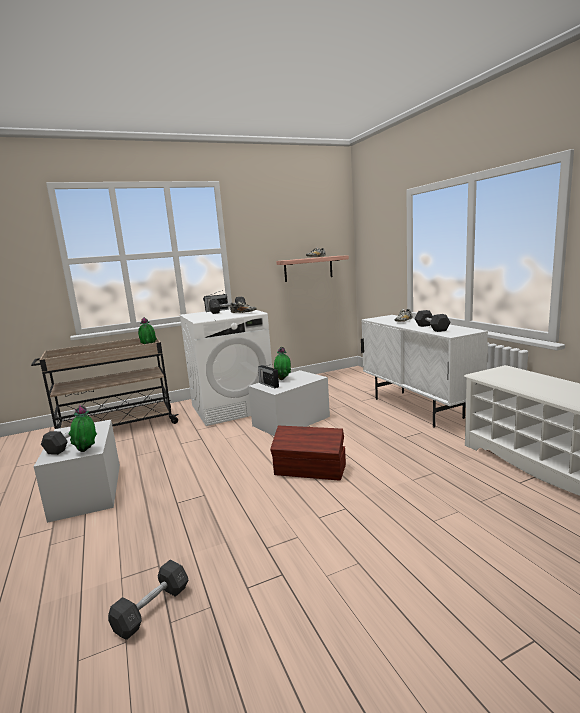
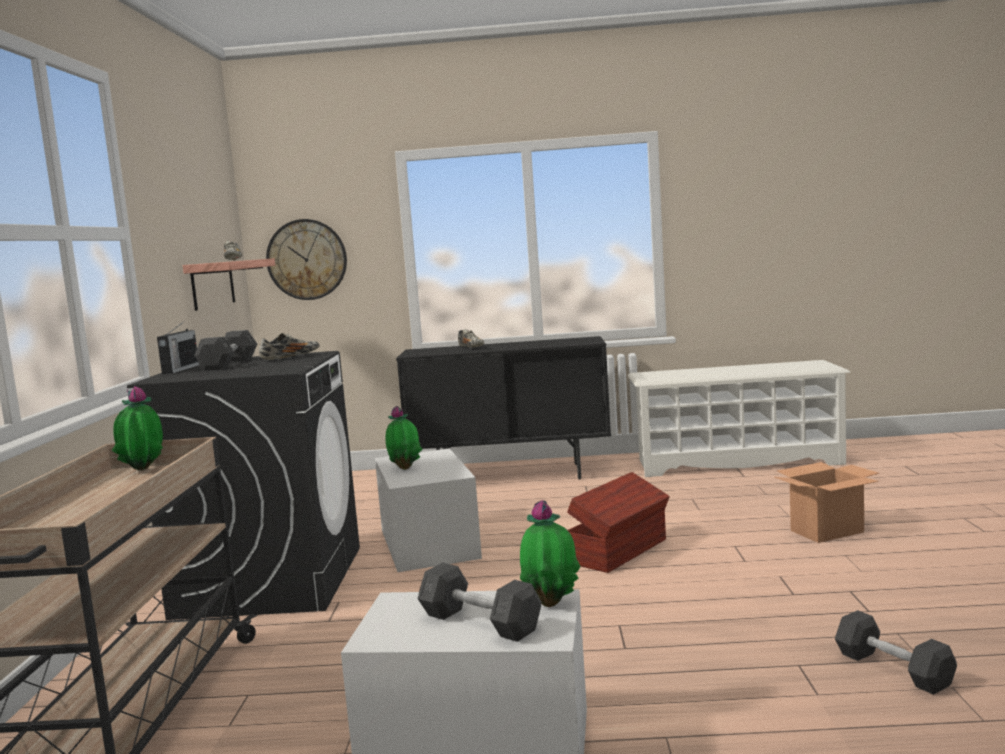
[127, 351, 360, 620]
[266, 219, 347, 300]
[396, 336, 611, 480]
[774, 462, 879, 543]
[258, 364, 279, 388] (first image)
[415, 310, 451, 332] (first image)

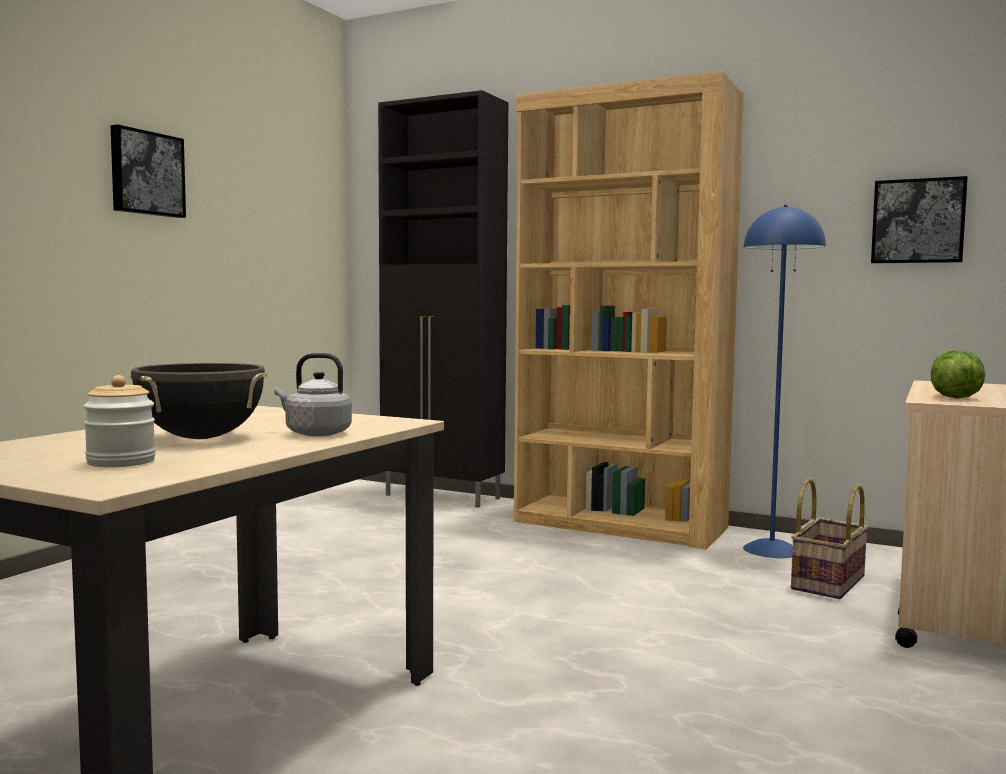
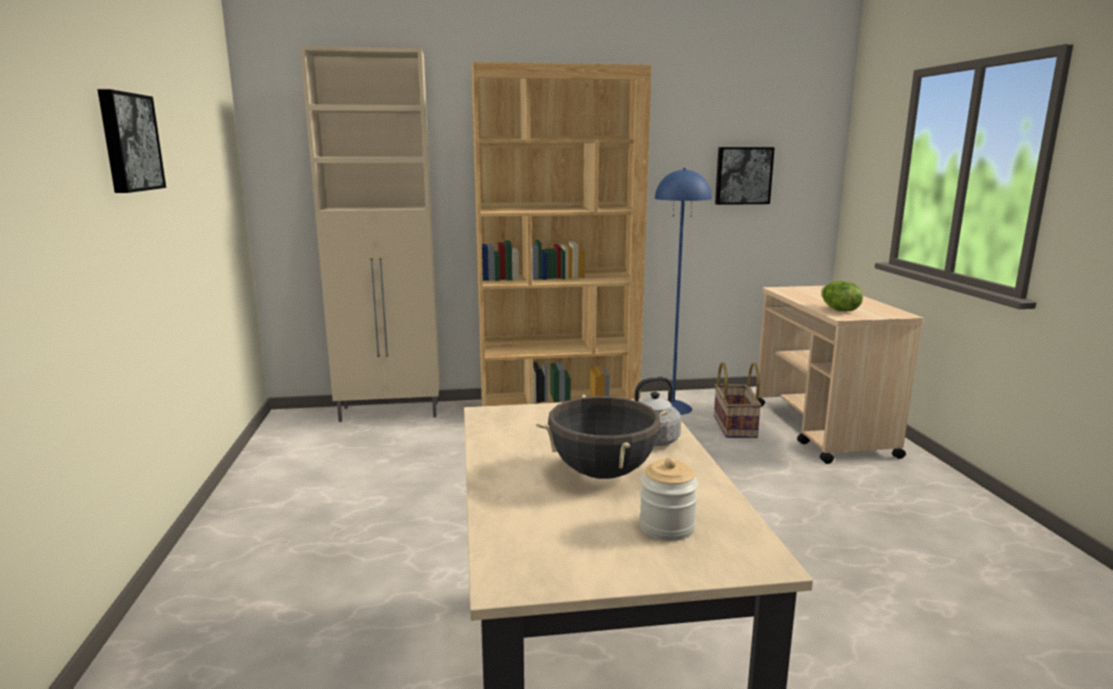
[300, 46, 440, 422]

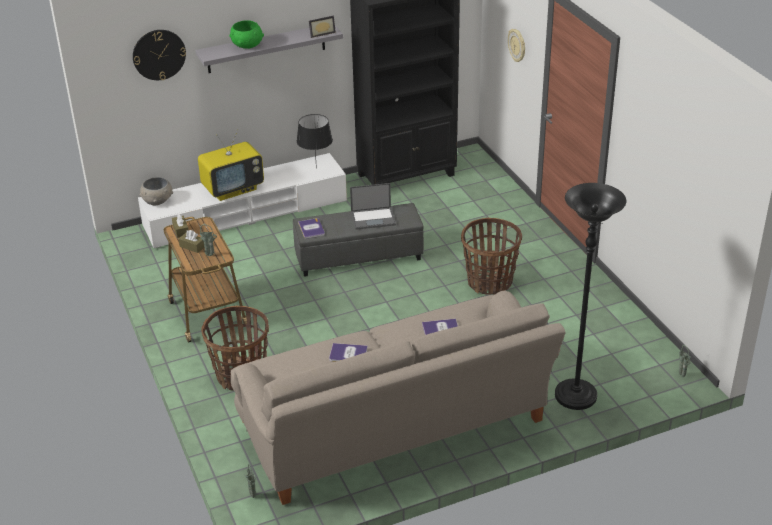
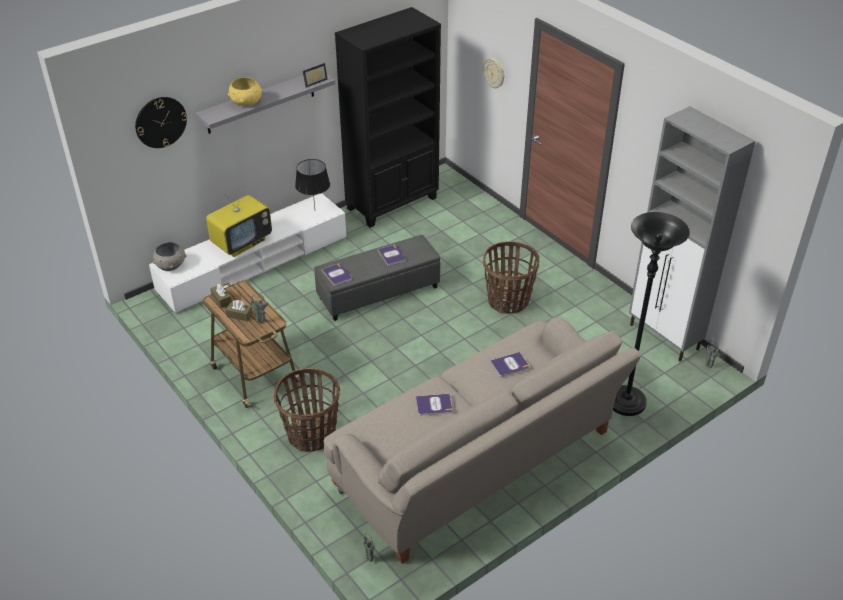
[228, 77, 263, 106]
[378, 245, 406, 266]
[629, 106, 755, 362]

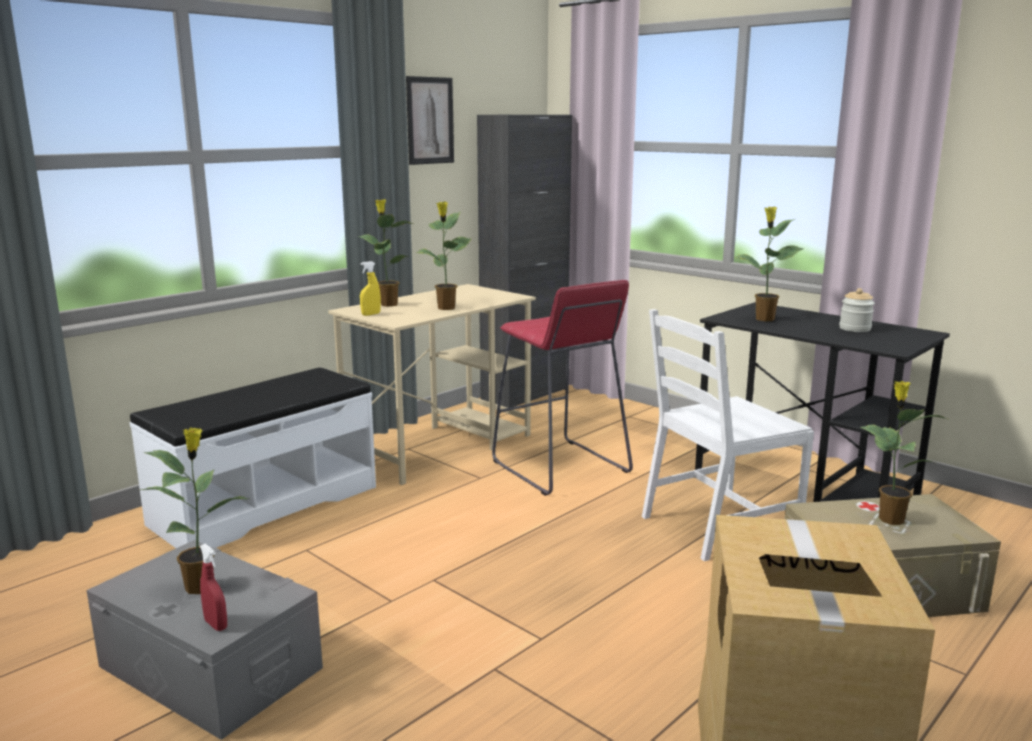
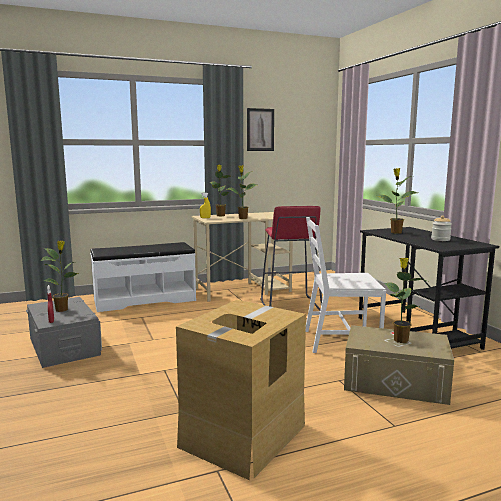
[477, 115, 572, 408] (first image)

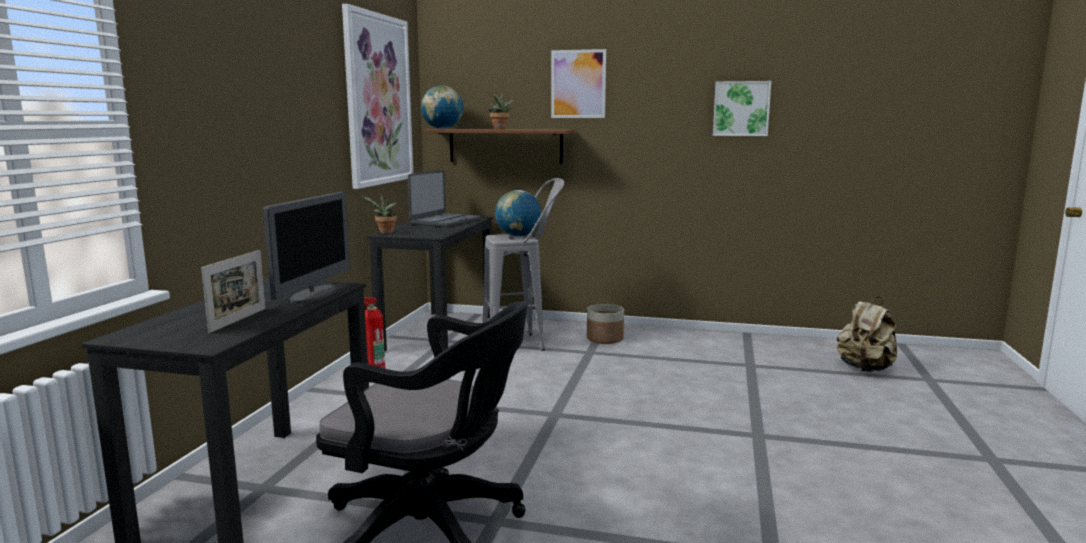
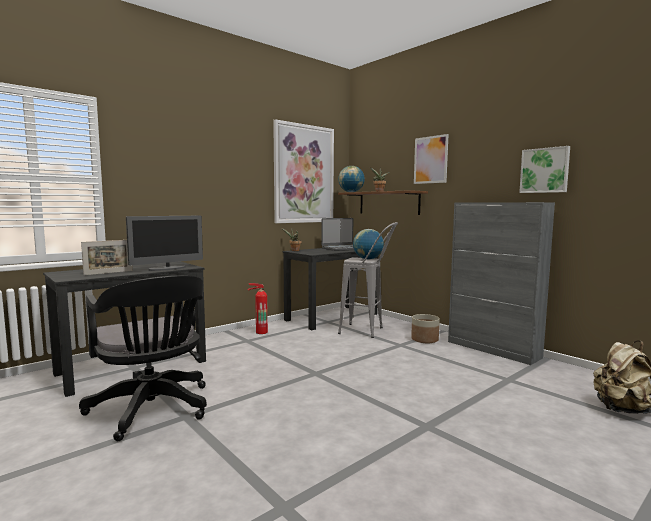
[448, 202, 555, 365]

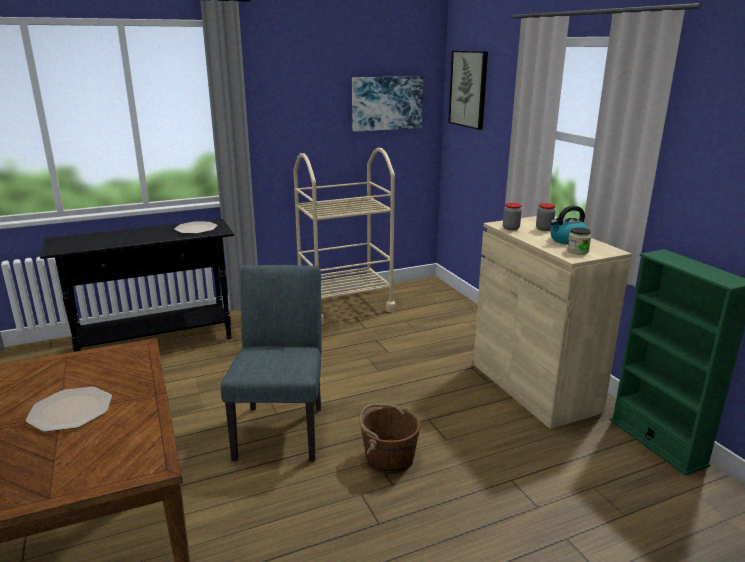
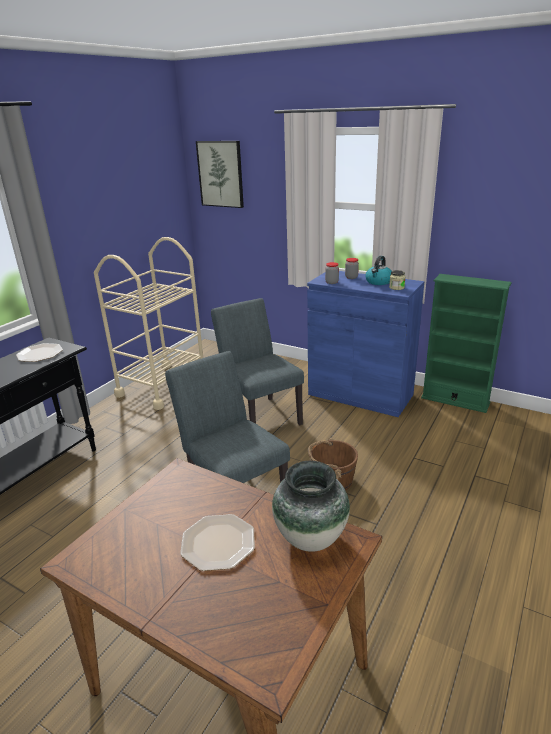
[211, 298, 304, 425]
[272, 461, 350, 552]
[307, 271, 424, 417]
[352, 76, 423, 132] (first image)

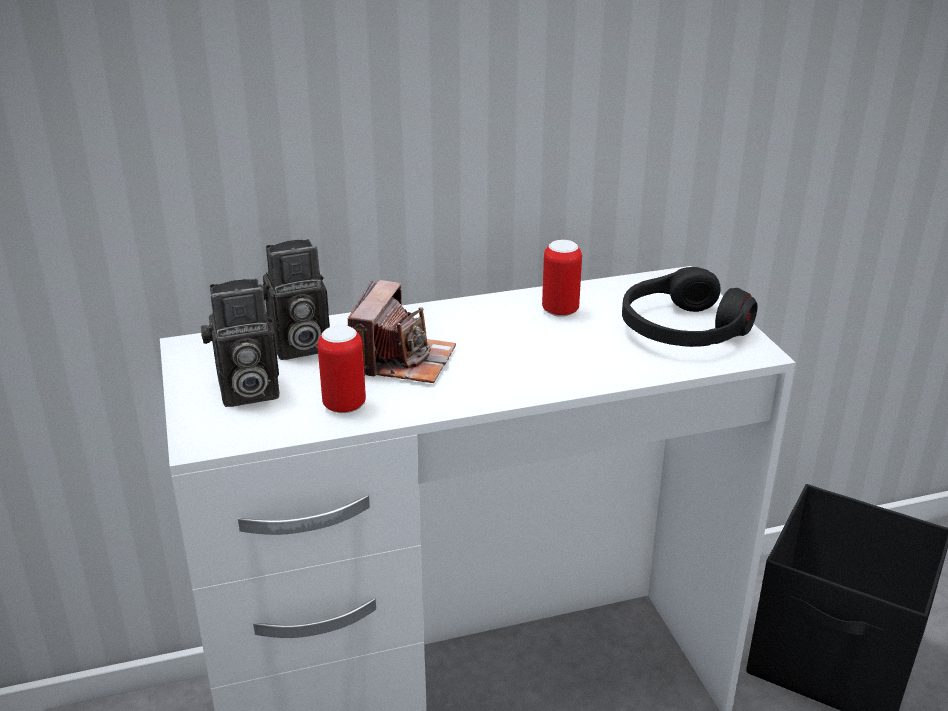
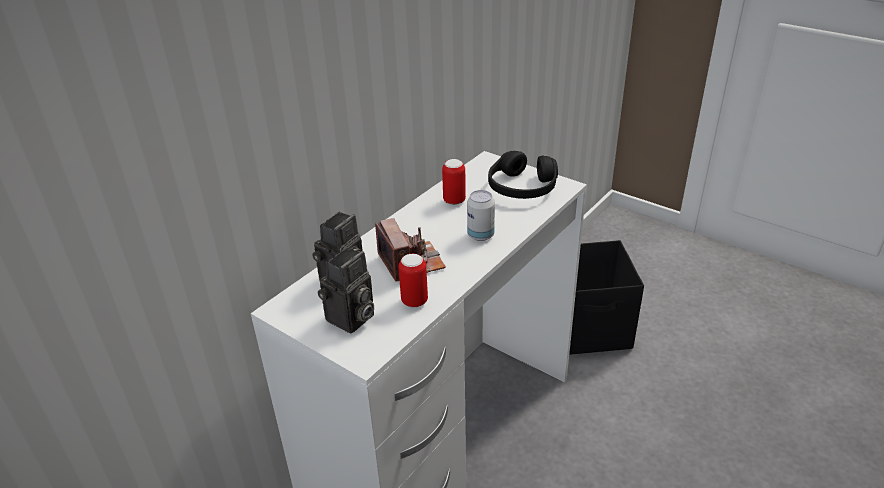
[467, 190, 495, 241]

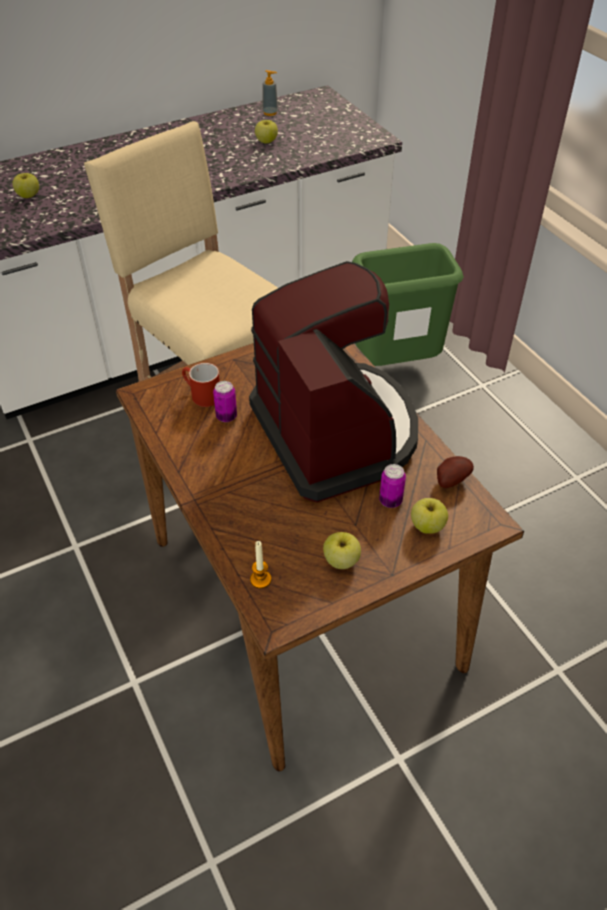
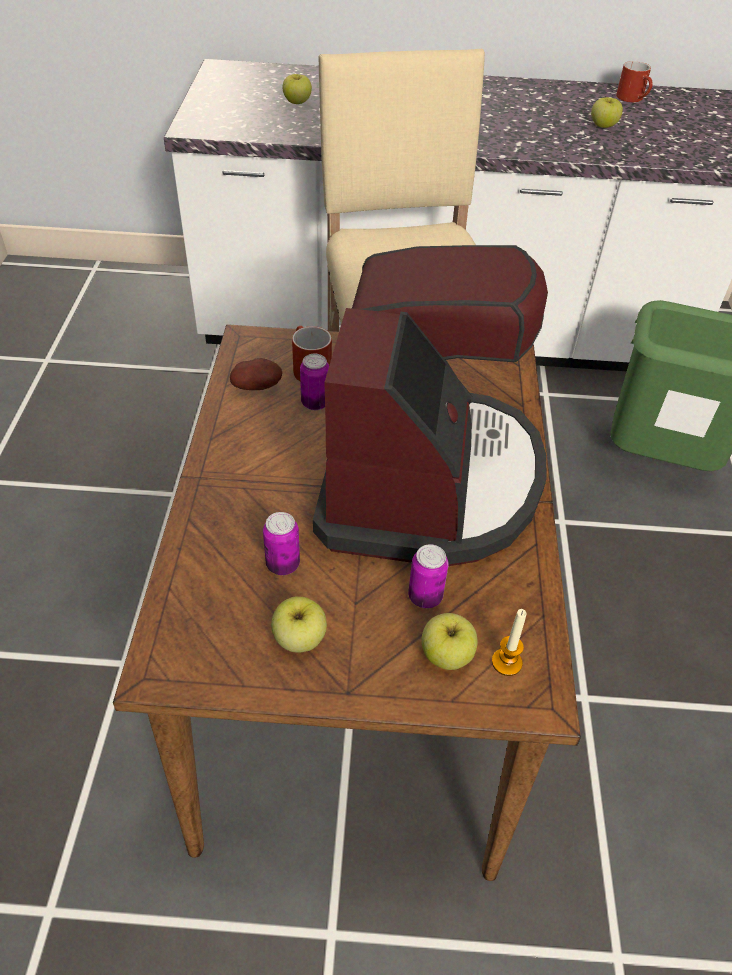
[230, 358, 282, 390]
[263, 512, 300, 575]
[492, 609, 526, 676]
[616, 61, 653, 102]

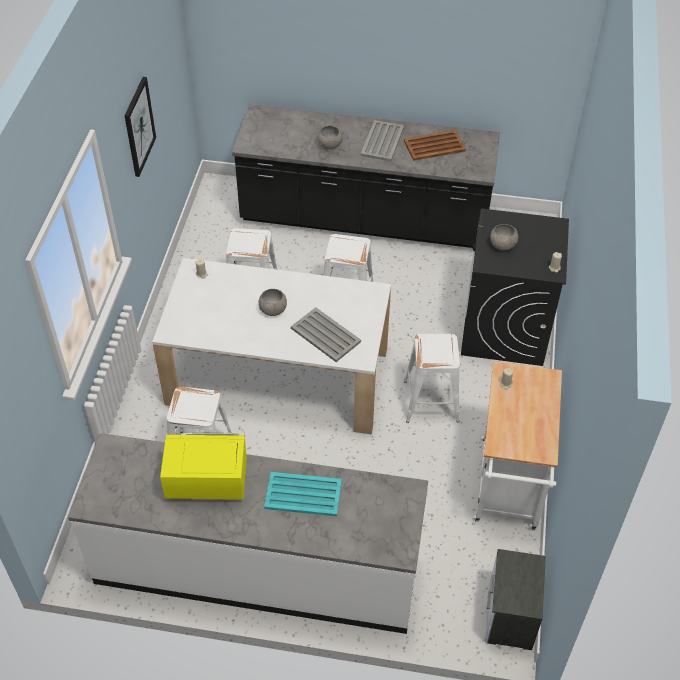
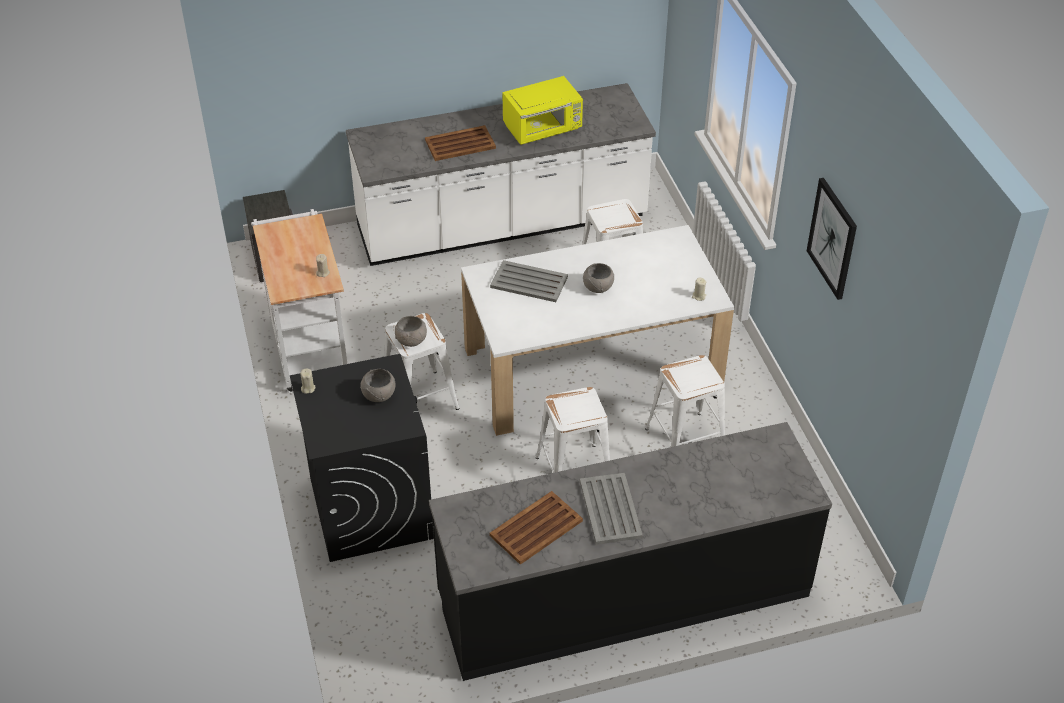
[395, 316, 427, 347]
[425, 125, 496, 161]

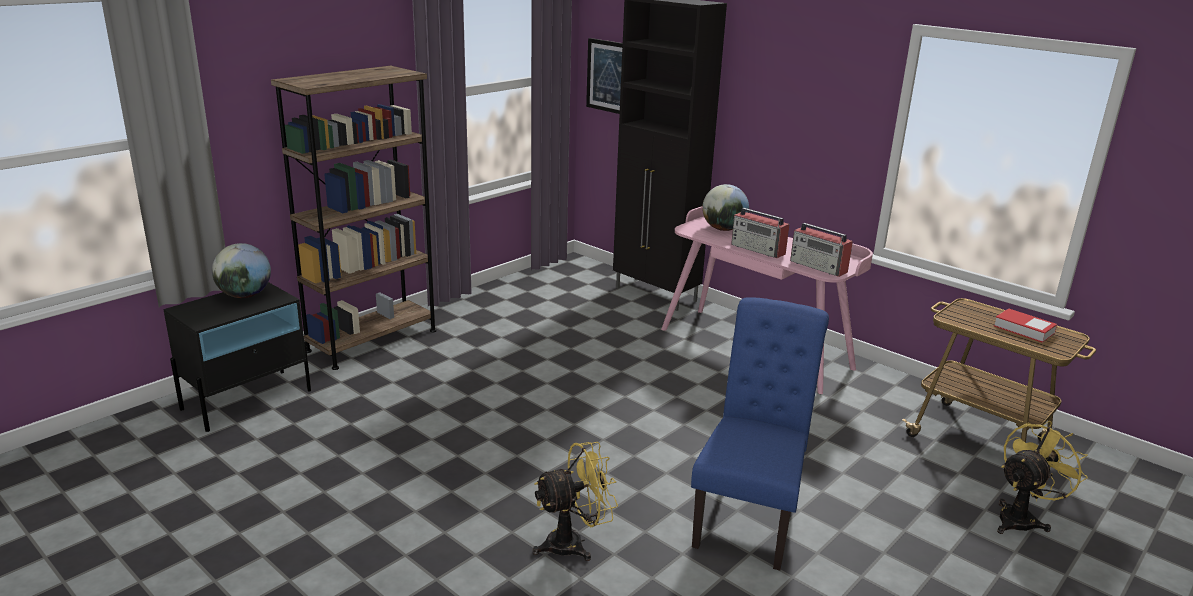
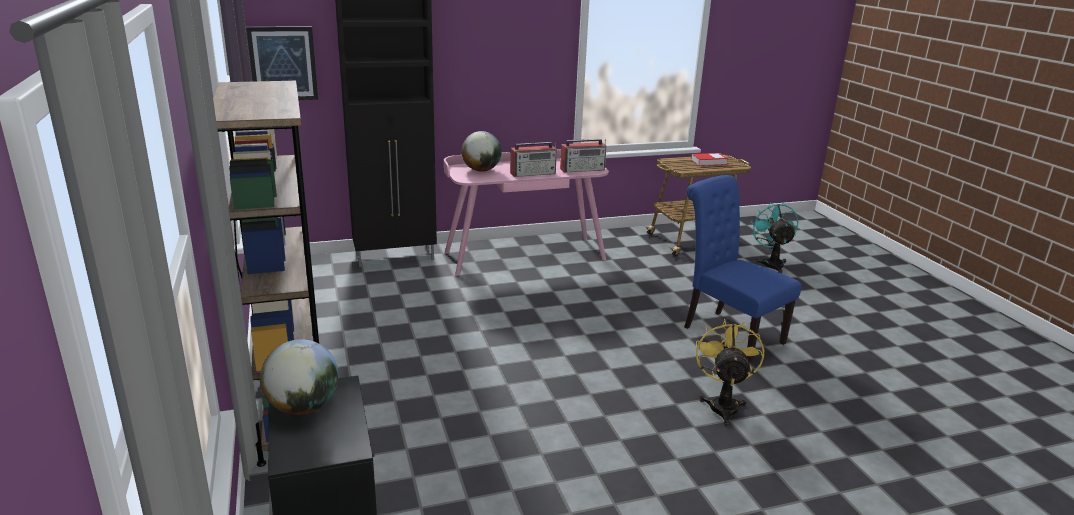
[751, 202, 798, 274]

